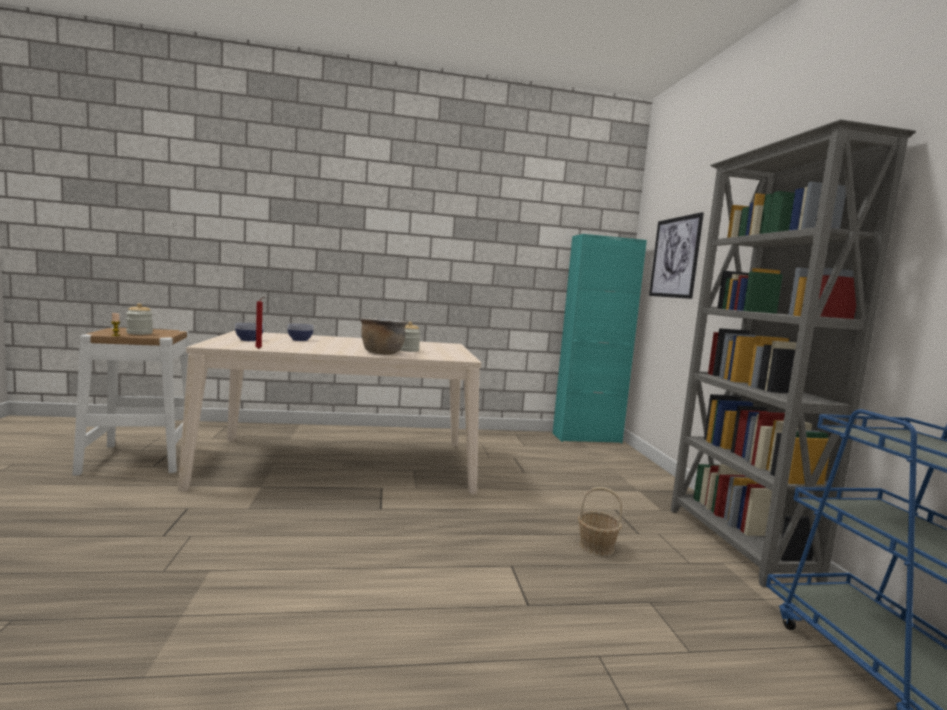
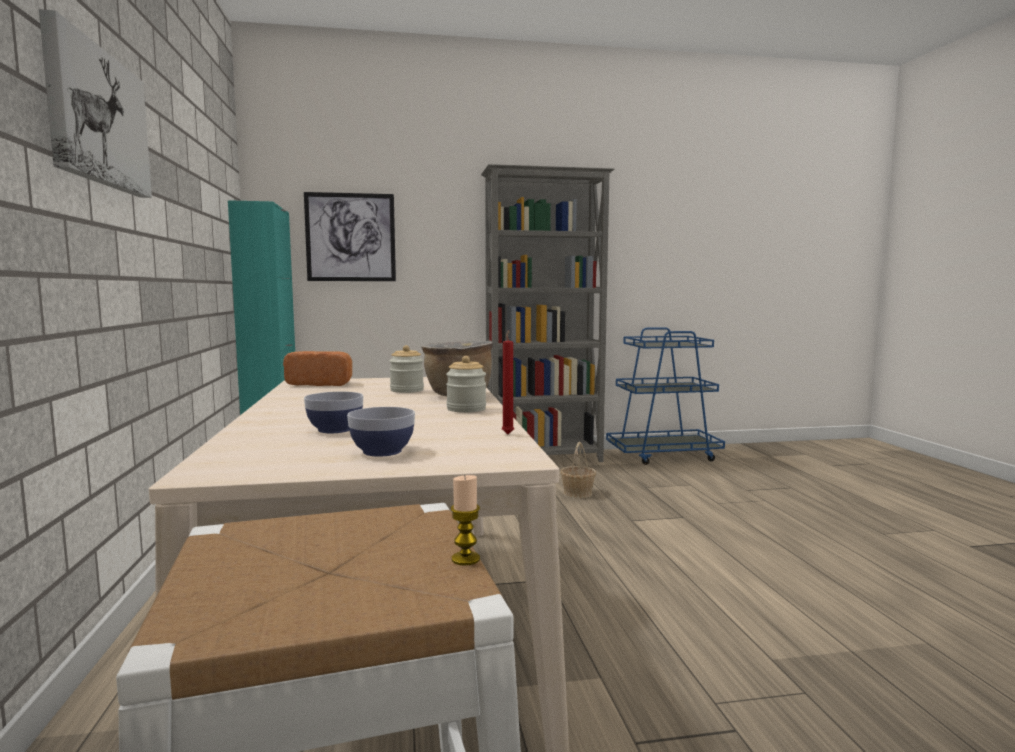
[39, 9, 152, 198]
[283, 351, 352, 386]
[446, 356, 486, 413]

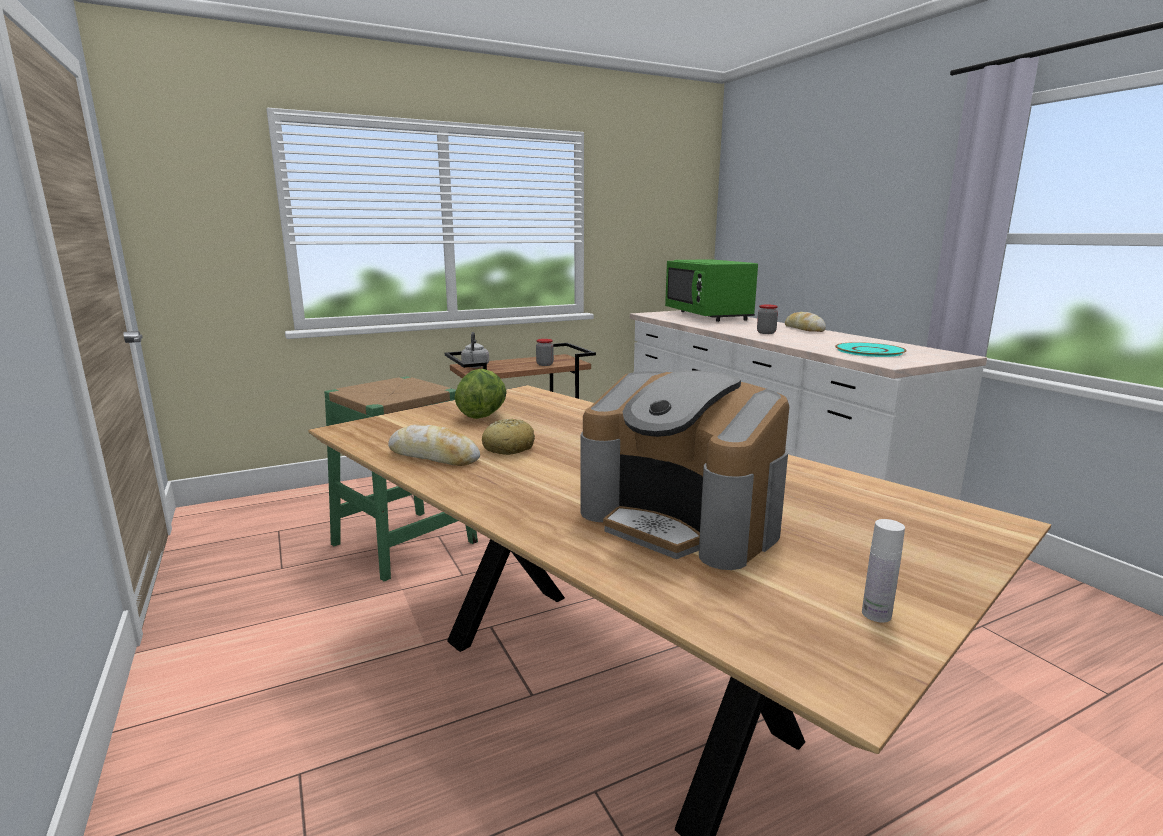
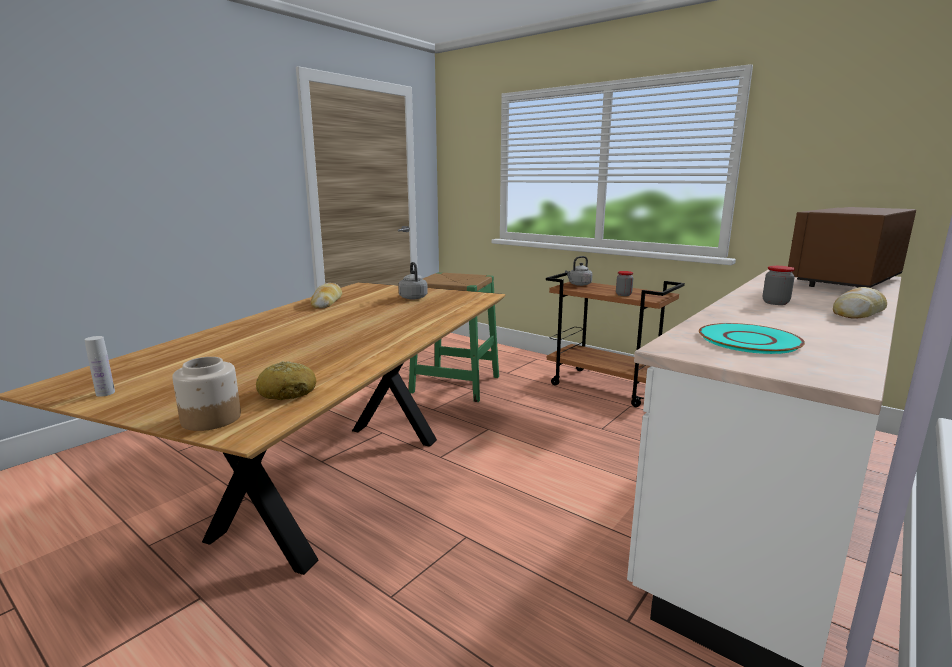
[172, 357, 241, 431]
[256, 361, 316, 400]
[398, 262, 428, 299]
[788, 207, 916, 288]
[581, 370, 789, 570] (first image)

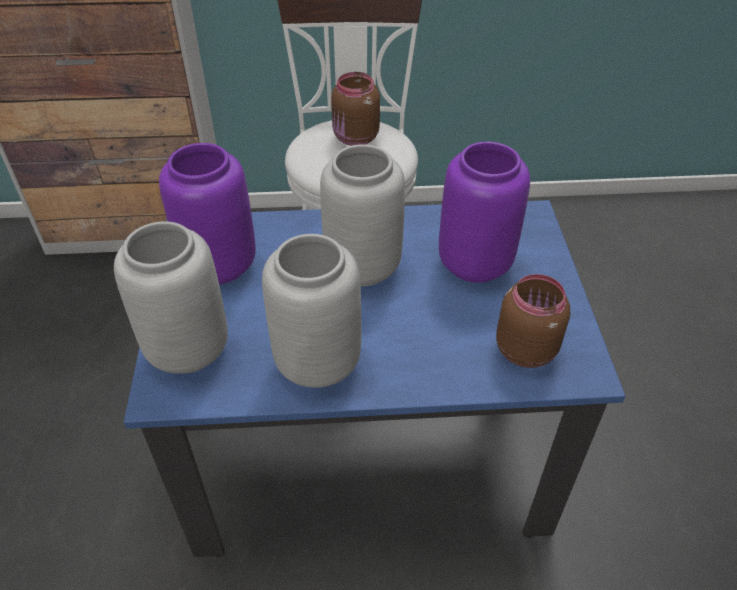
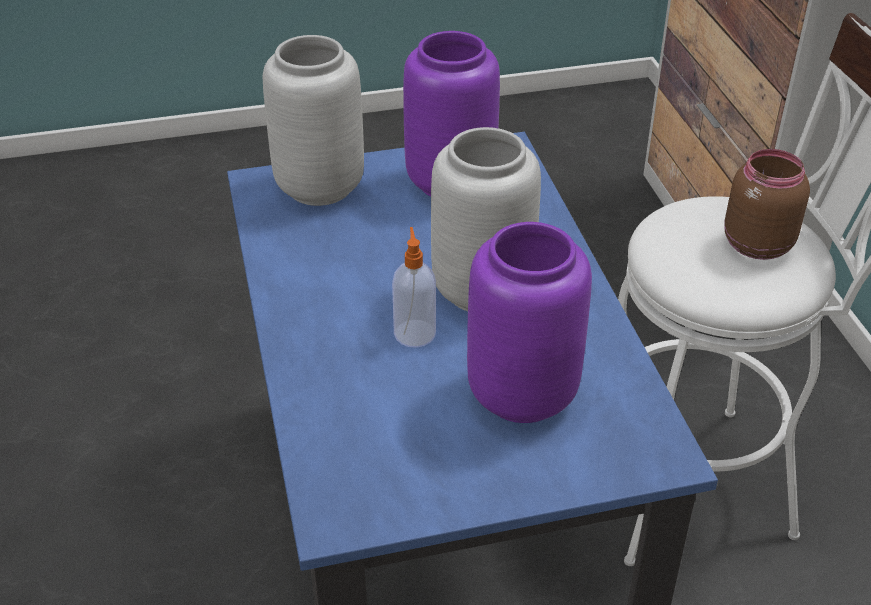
[392, 227, 436, 348]
[262, 234, 361, 388] (first image)
[496, 274, 570, 368] (first image)

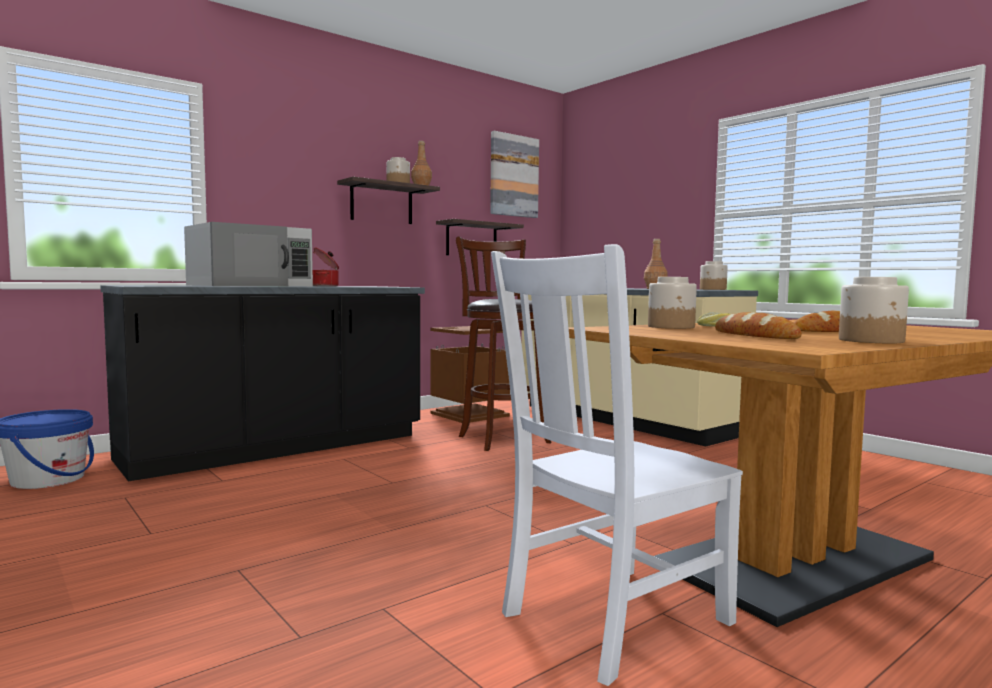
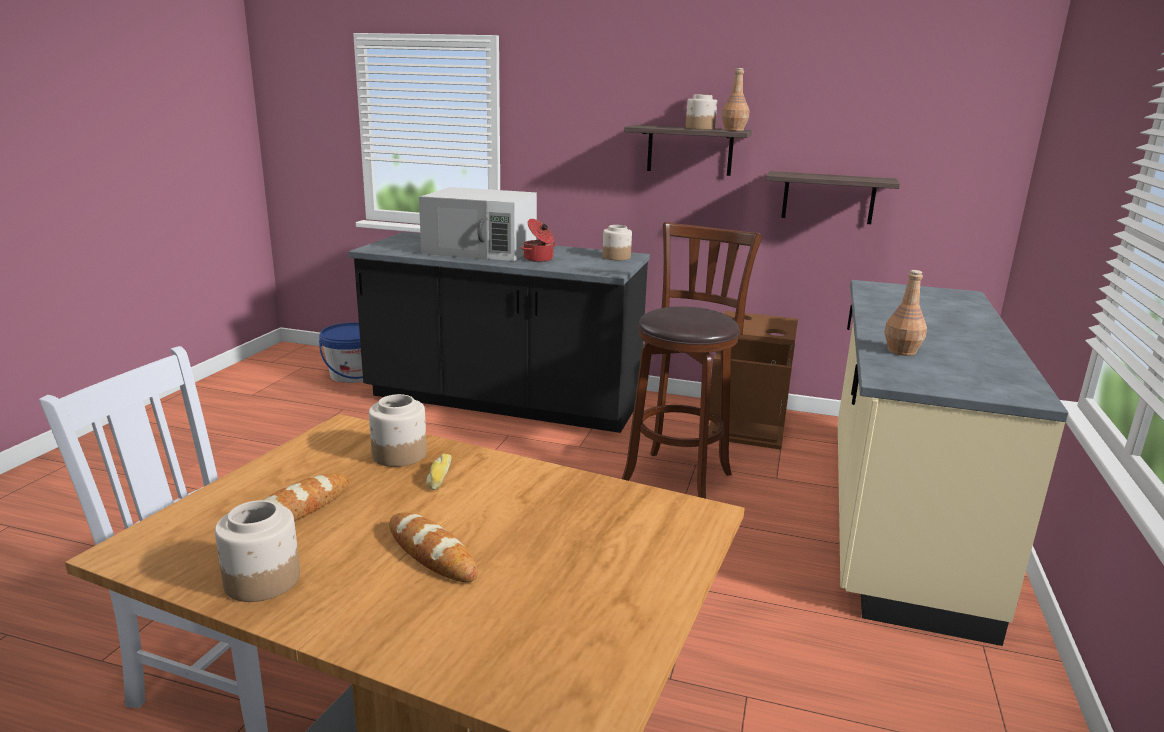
[602, 225, 632, 260]
[490, 131, 539, 218] (first image)

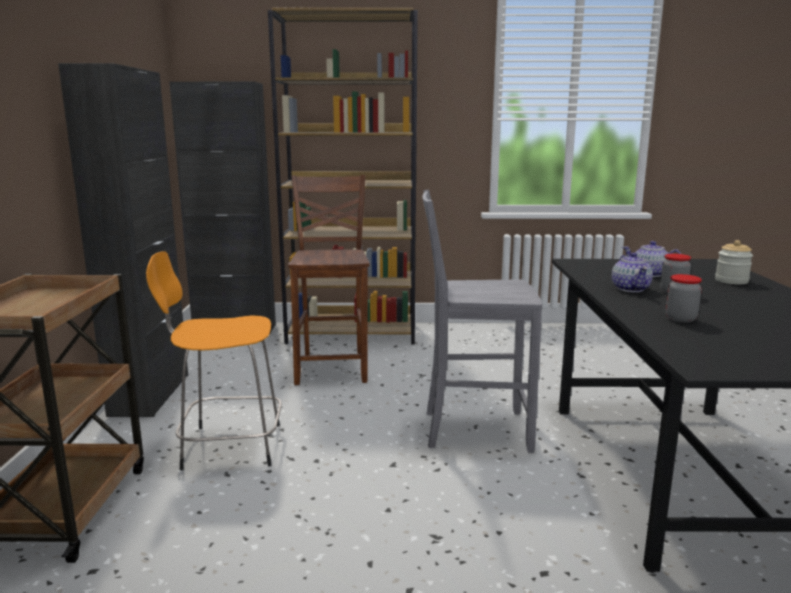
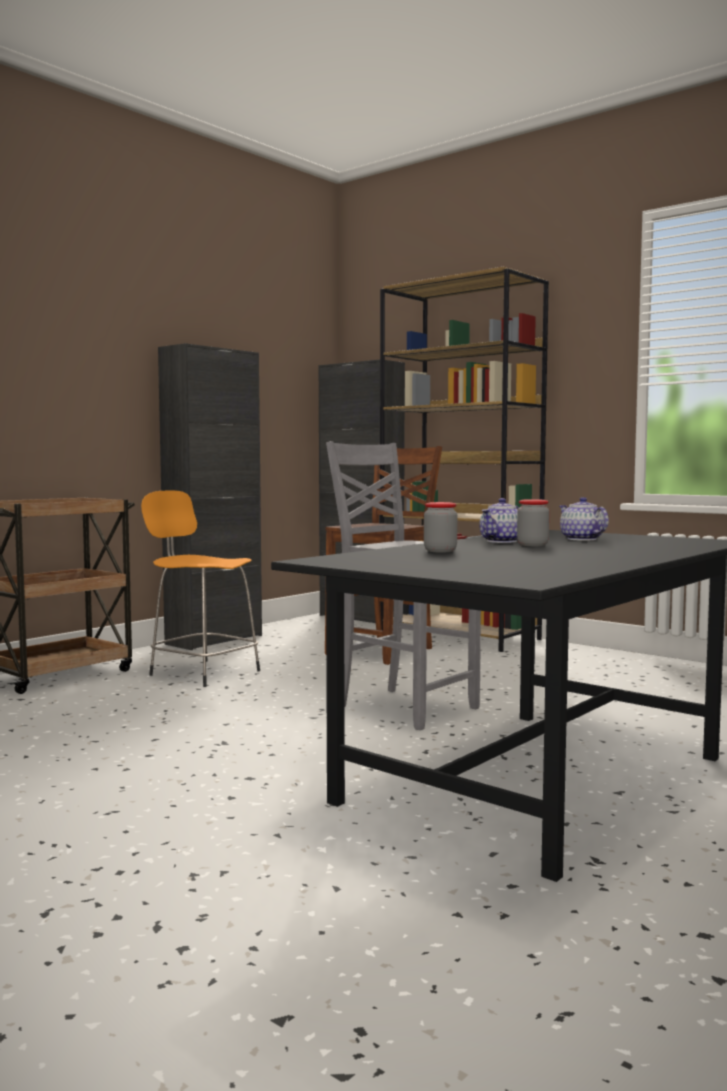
[715, 240, 753, 284] (first image)

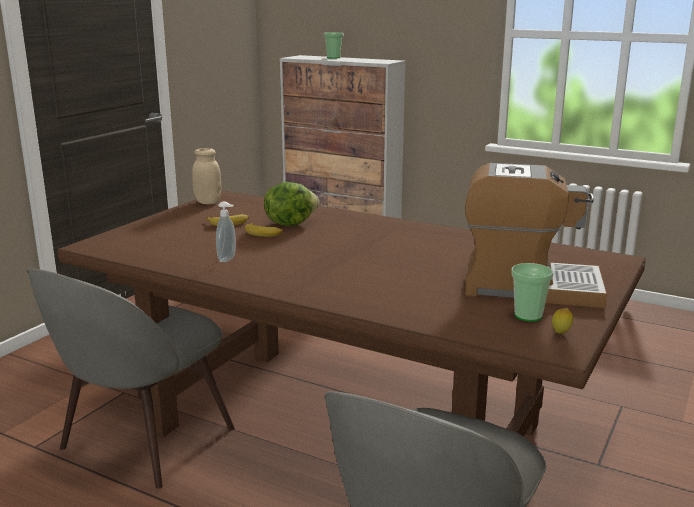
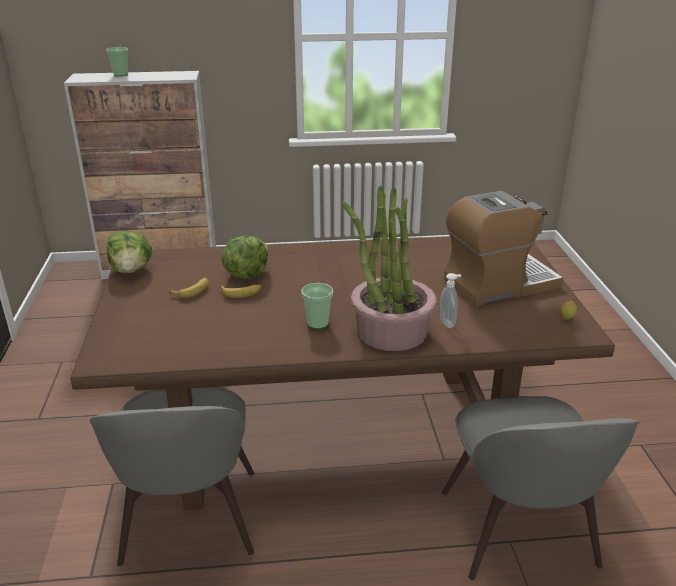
[106, 231, 152, 273]
[302, 283, 333, 329]
[342, 186, 437, 351]
[440, 273, 461, 328]

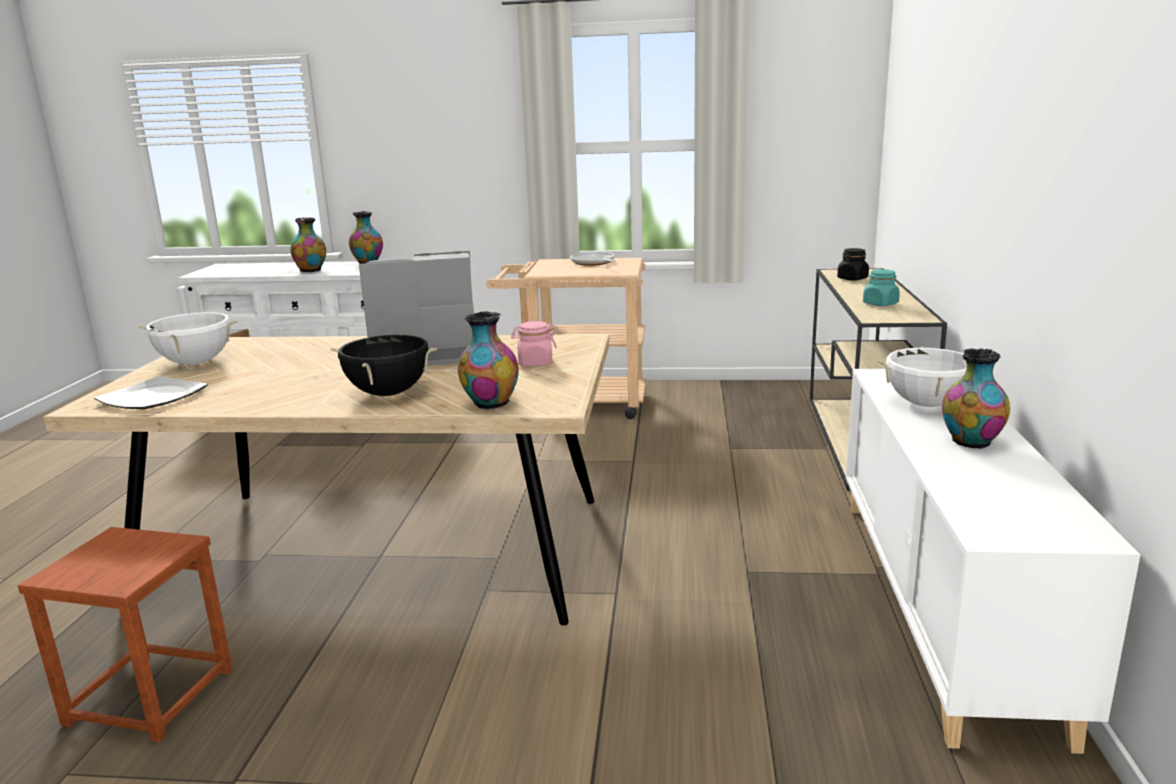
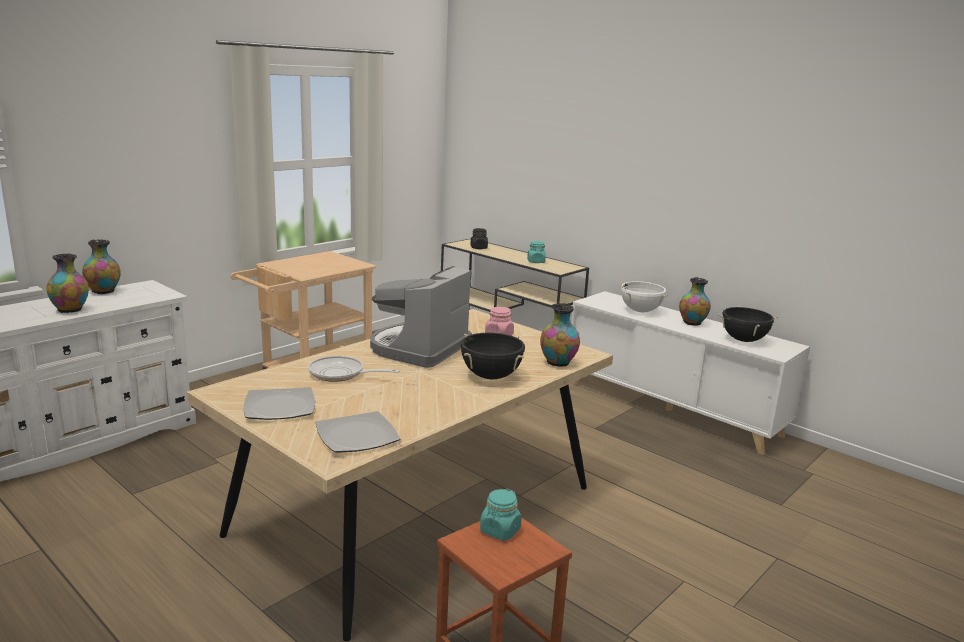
[244, 387, 315, 420]
[308, 356, 400, 382]
[480, 489, 522, 541]
[718, 306, 778, 342]

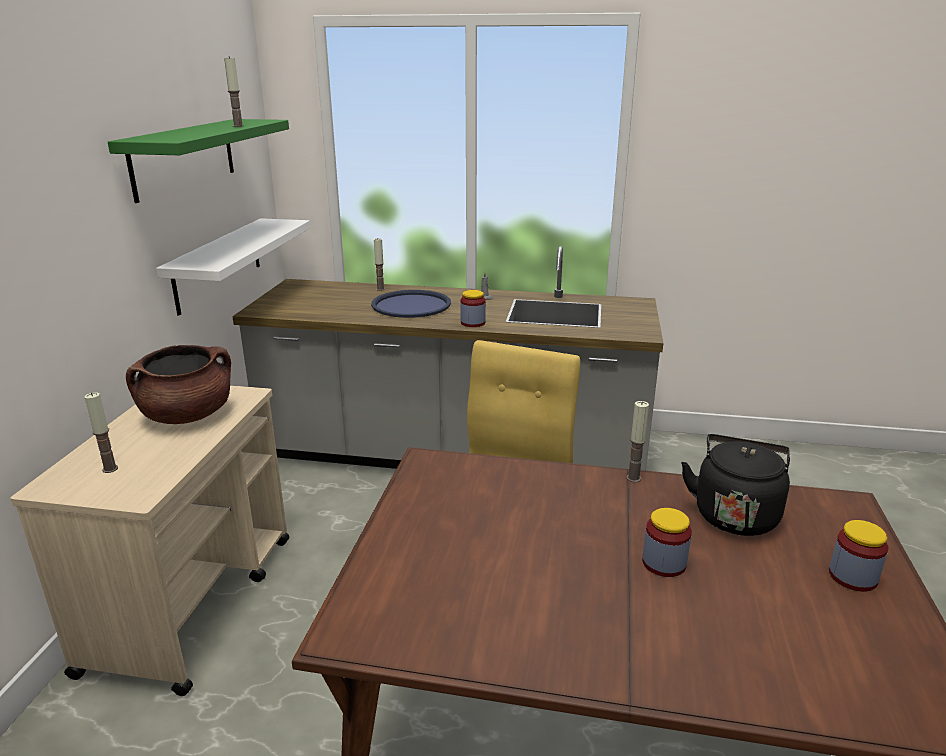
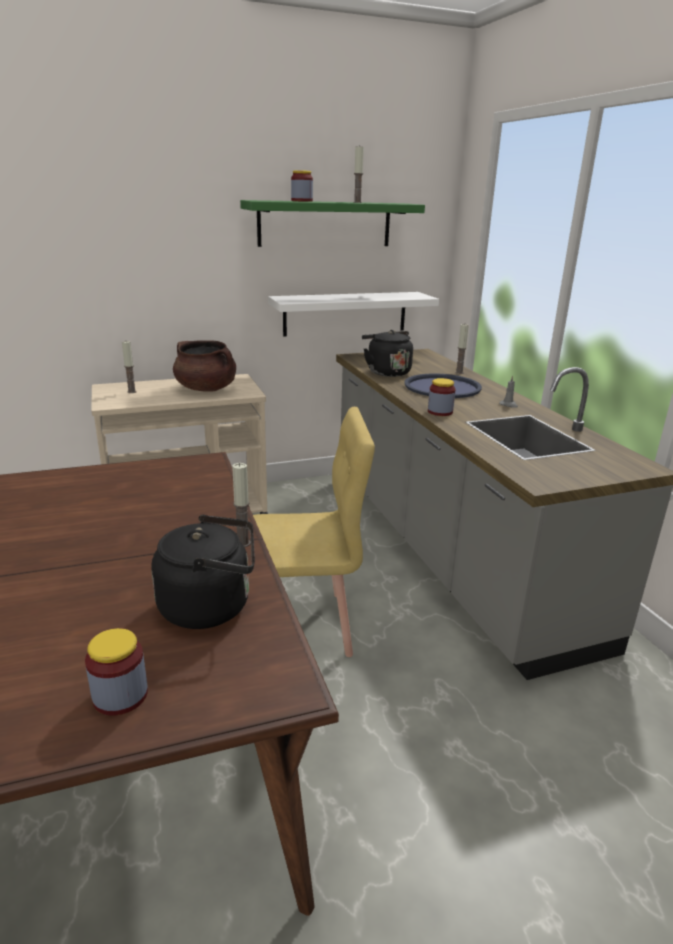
[291, 170, 313, 202]
[362, 330, 413, 377]

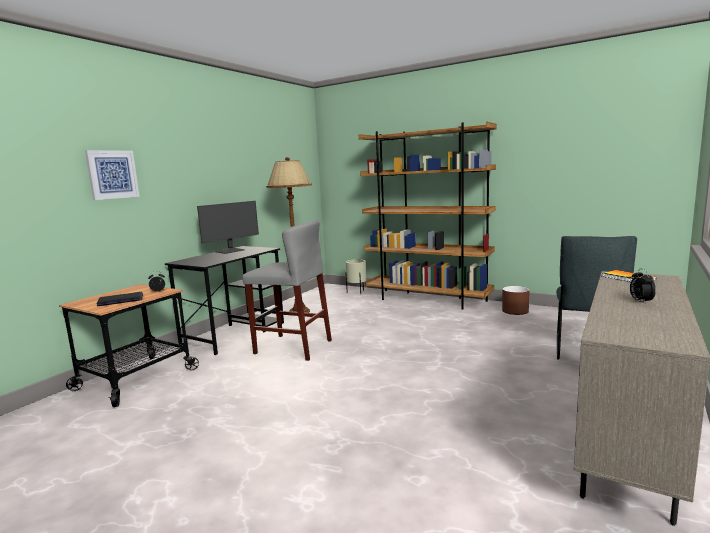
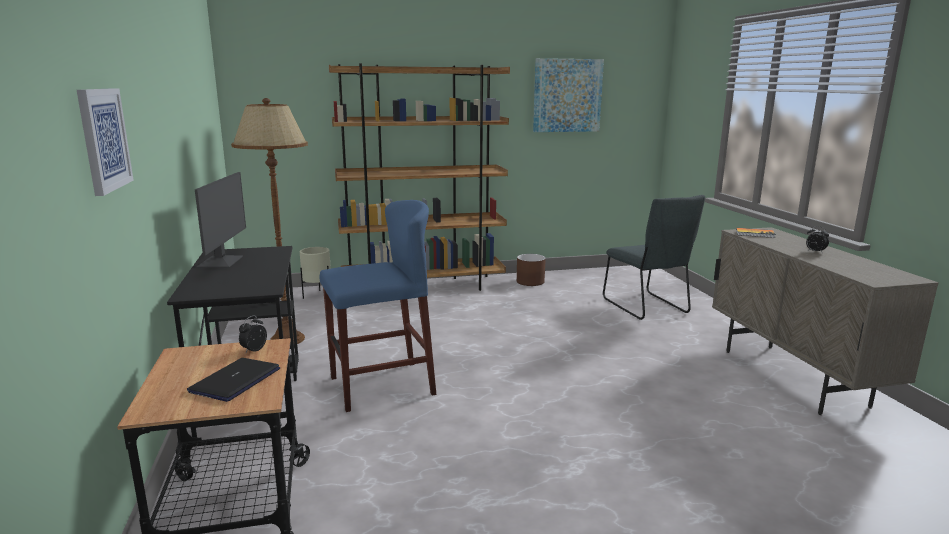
[320, 200, 436, 412]
[533, 58, 604, 132]

